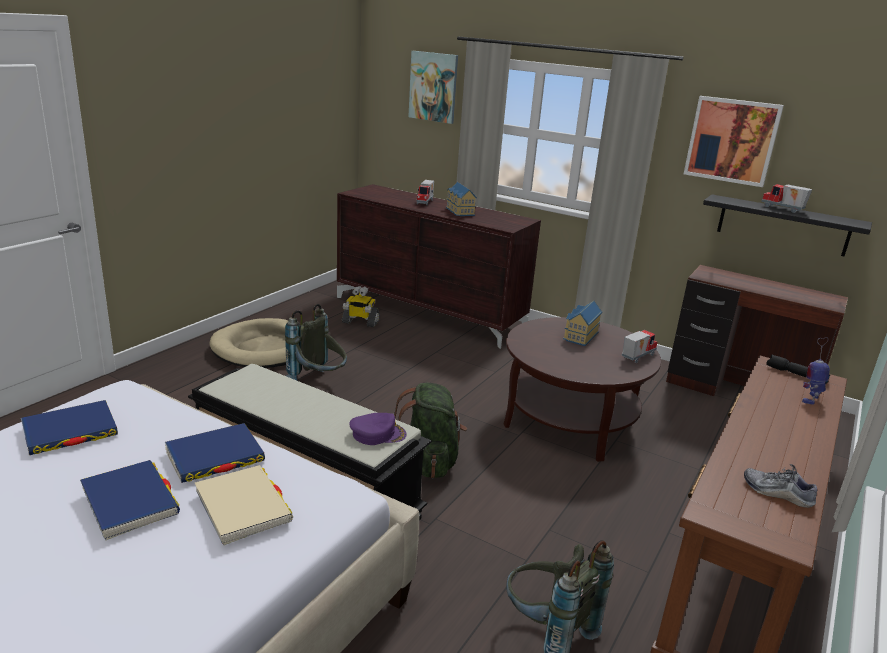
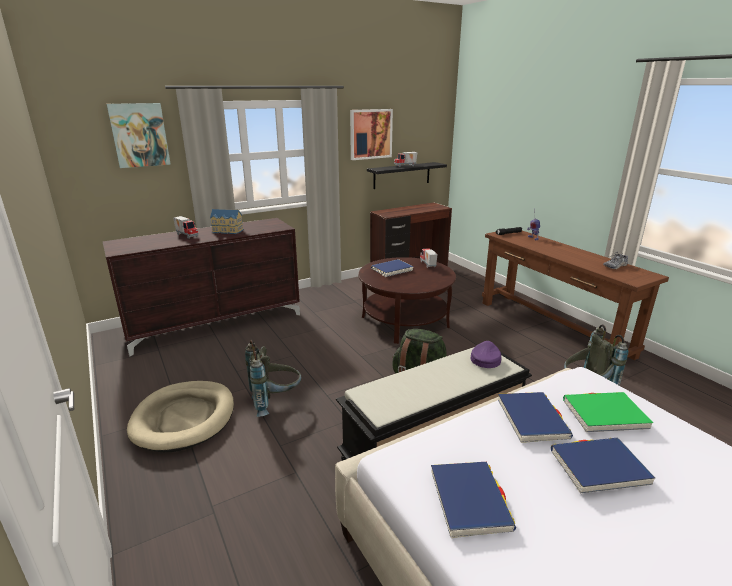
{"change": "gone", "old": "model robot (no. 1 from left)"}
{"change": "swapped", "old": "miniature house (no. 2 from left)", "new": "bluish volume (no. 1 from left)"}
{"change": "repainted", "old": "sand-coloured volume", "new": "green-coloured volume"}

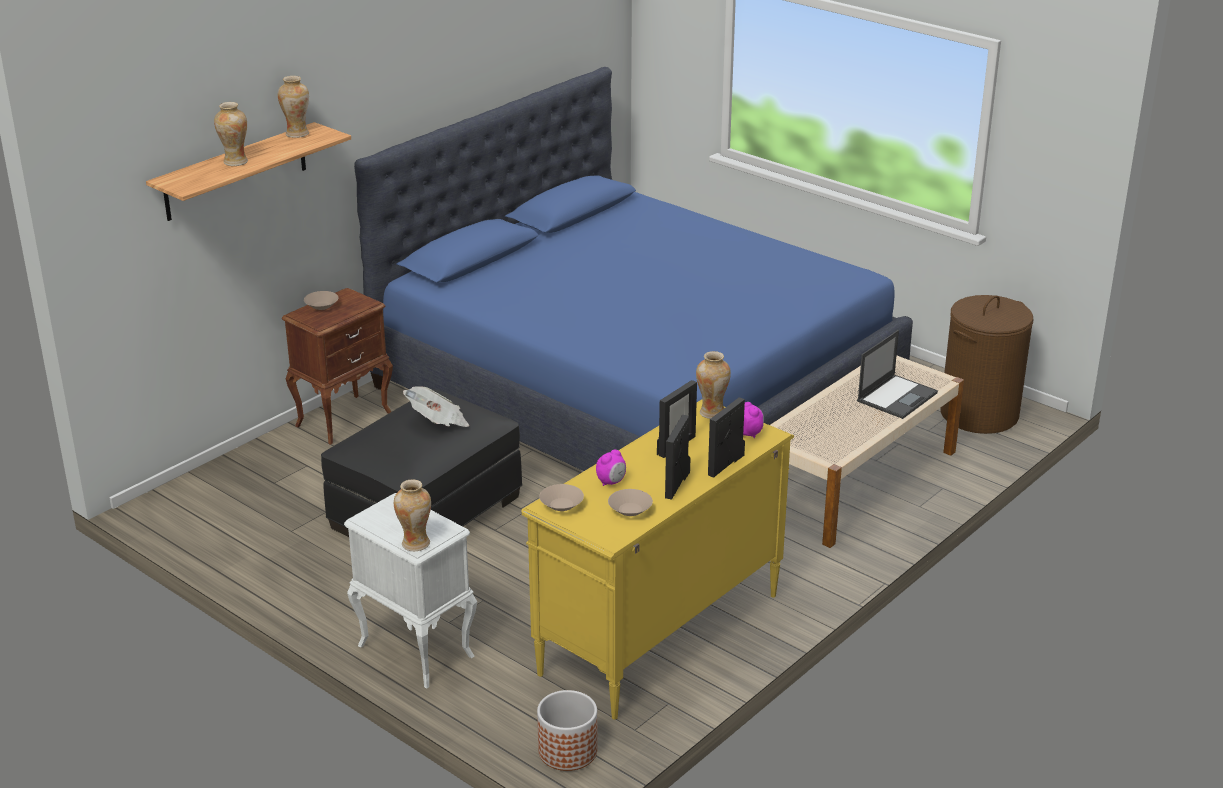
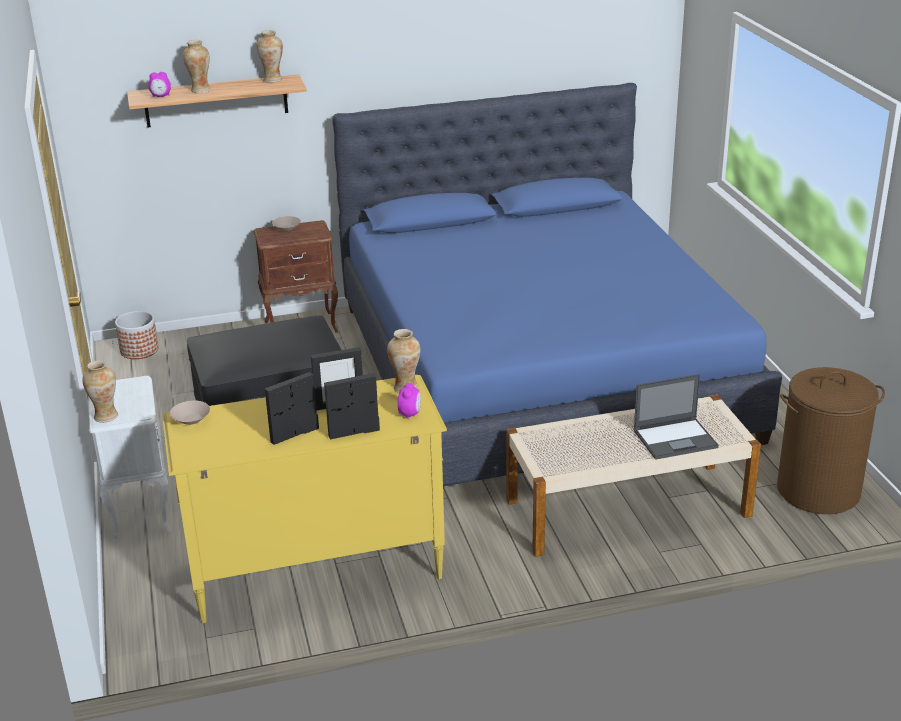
{"change": "gone", "old": "printed paper"}
{"change": "gone", "old": "sand-coloured bowl (no. 3 from left)"}
{"change": "shifted", "old": "planter"}
{"change": "shifted", "old": "alarm clock (no. 1 from left)"}

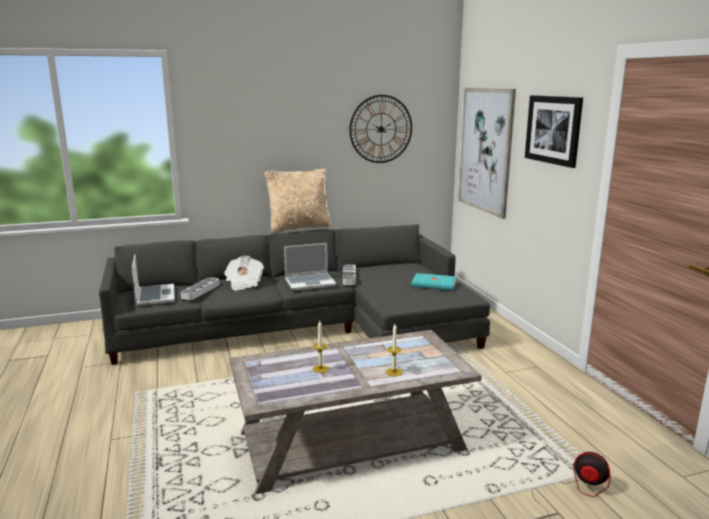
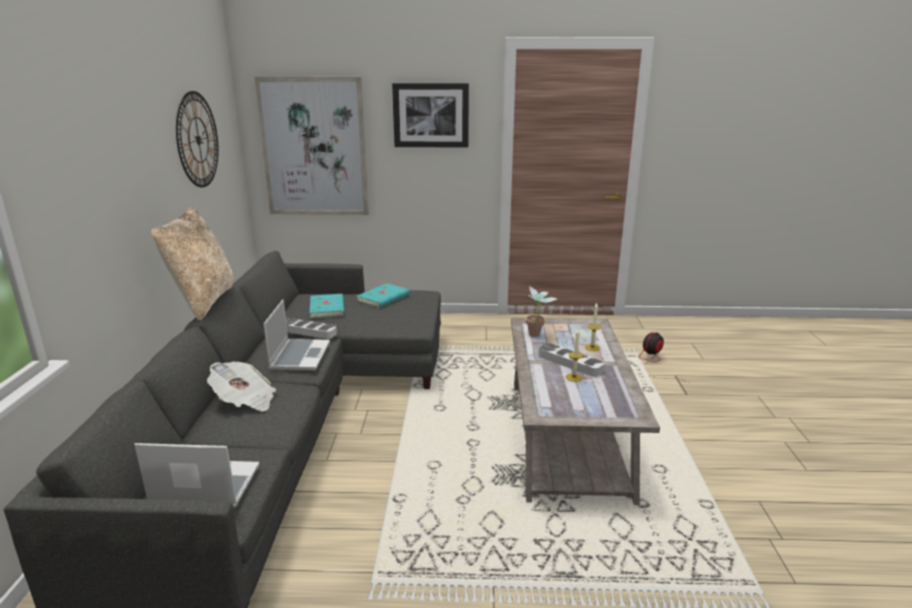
{"change": "new", "new": "turquoise volume (no. 1 from left)"}
{"change": "new", "new": "plant in a pot"}
{"change": "shifted", "old": "grey tray (no. 1 from left in the first image)", "new": "grey tray (no. 2 from left)"}

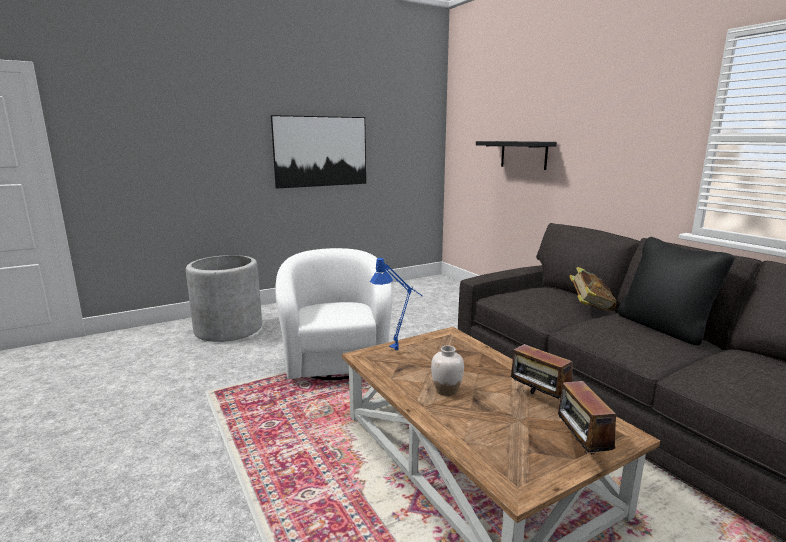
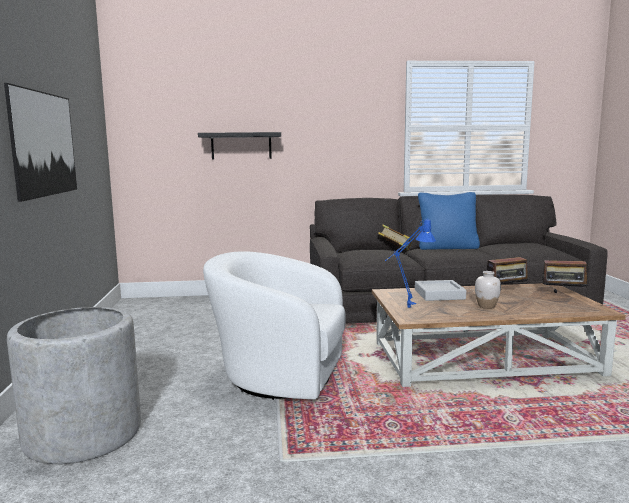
{"change": "new", "new": "grey tray"}
{"change": "repainted", "old": "blackish pillow", "new": "bluish pillow"}

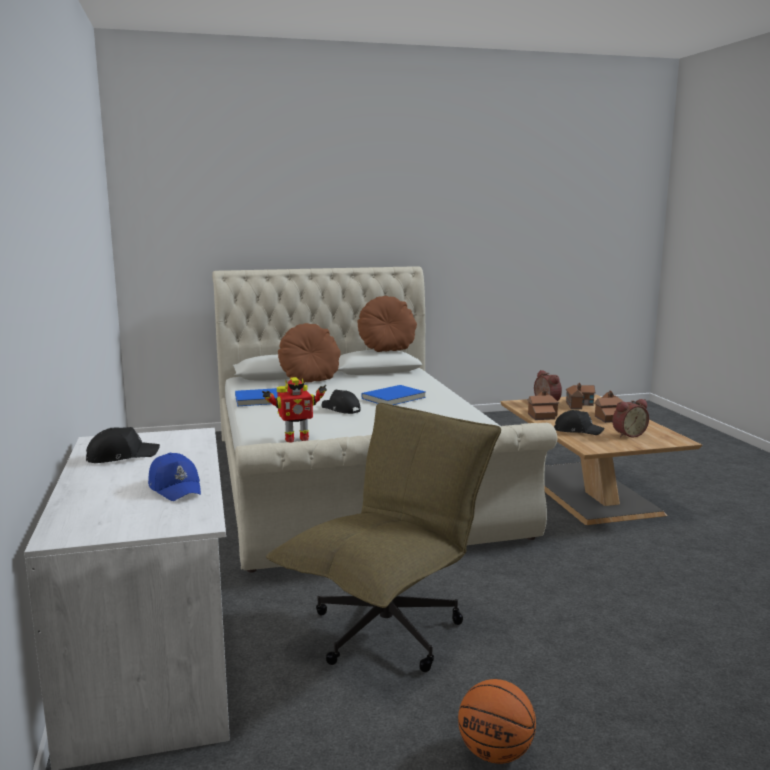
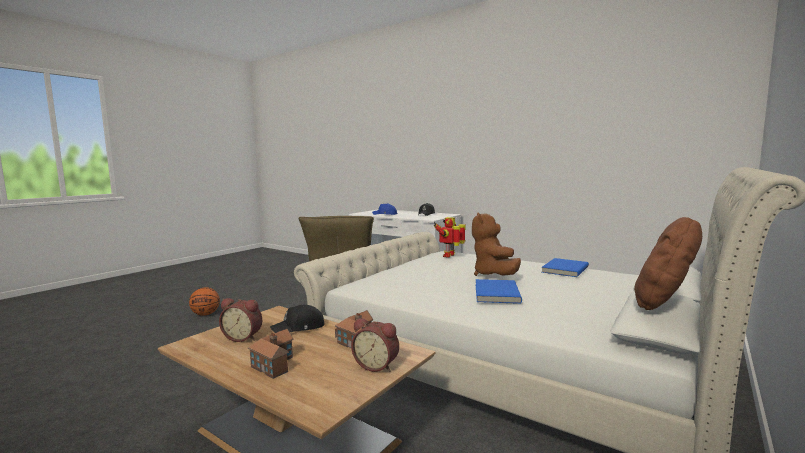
{"change": "gone", "old": "brown-coloured pillow (no. 1 from left)"}
{"change": "gone", "old": "miniature house (no. 2 from left)"}
{"change": "shifted", "old": "basketball"}
{"change": "swapped", "old": "blackish cap (no. 2 from left)", "new": "brown-coloured cuddly toy"}
{"change": "rotated", "old": "alarm clock (no. 2 from left in the first image)", "degrees": -105}

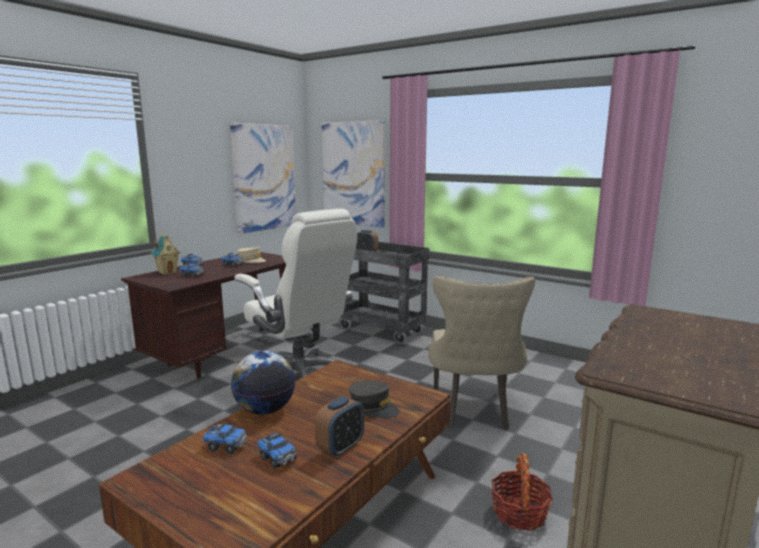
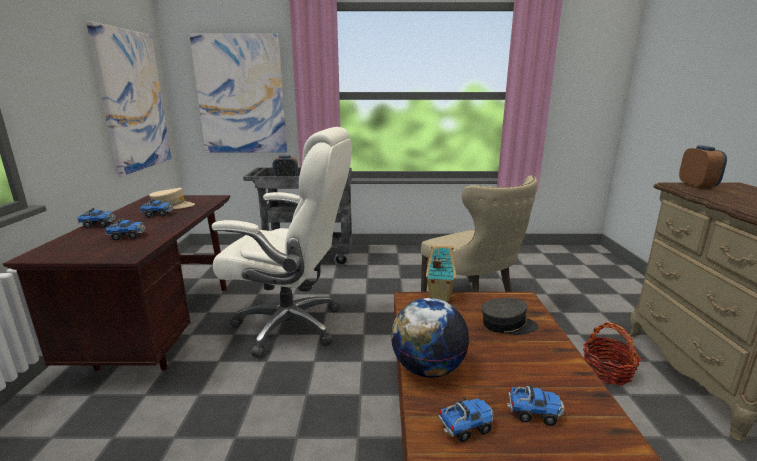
{"change": "shifted", "old": "miniature house"}
{"change": "shifted", "old": "alarm clock (no. 1 from left in the first image)", "new": "alarm clock (no. 2 from left)"}

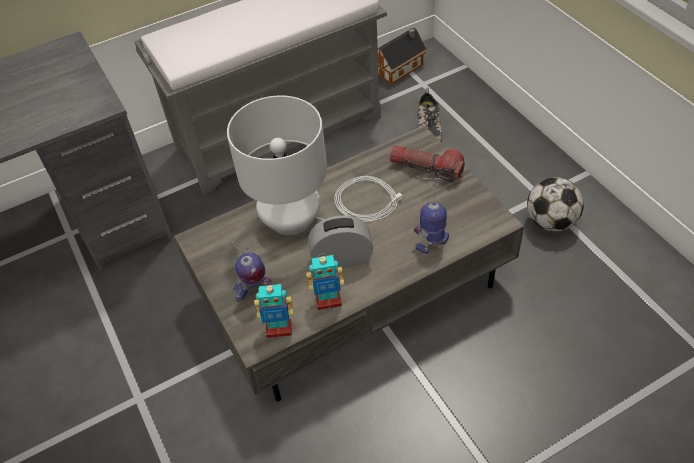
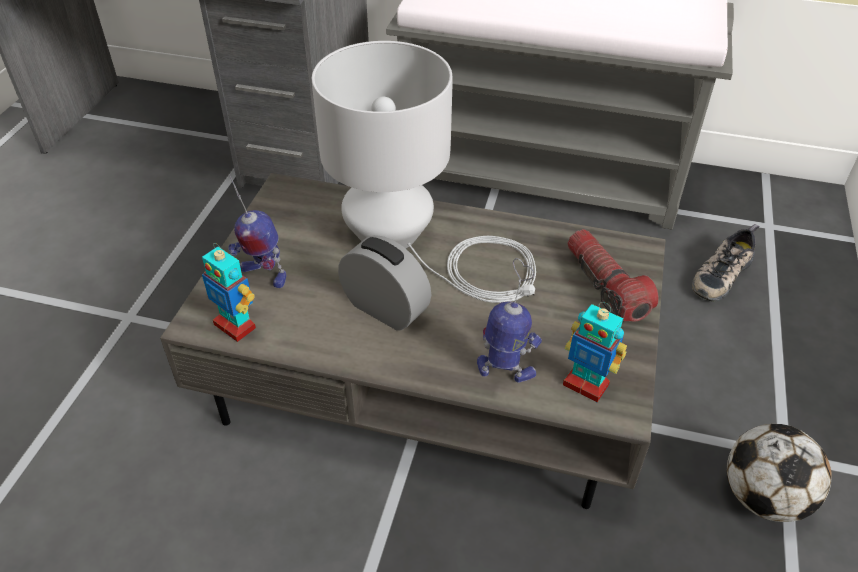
{"change": "gone", "old": "miniature house"}
{"change": "shifted", "old": "model robot (no. 3 from left in the first image)", "new": "model robot (no. 4 from left)"}

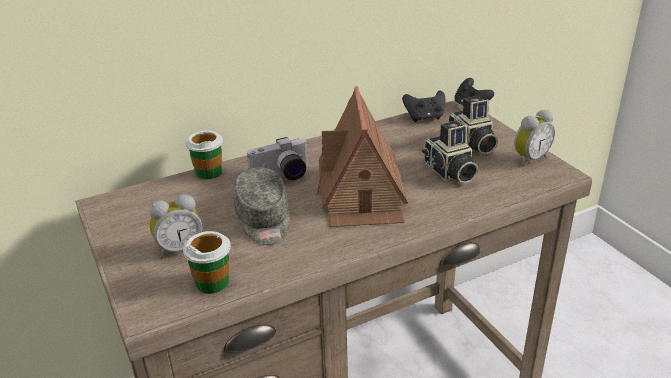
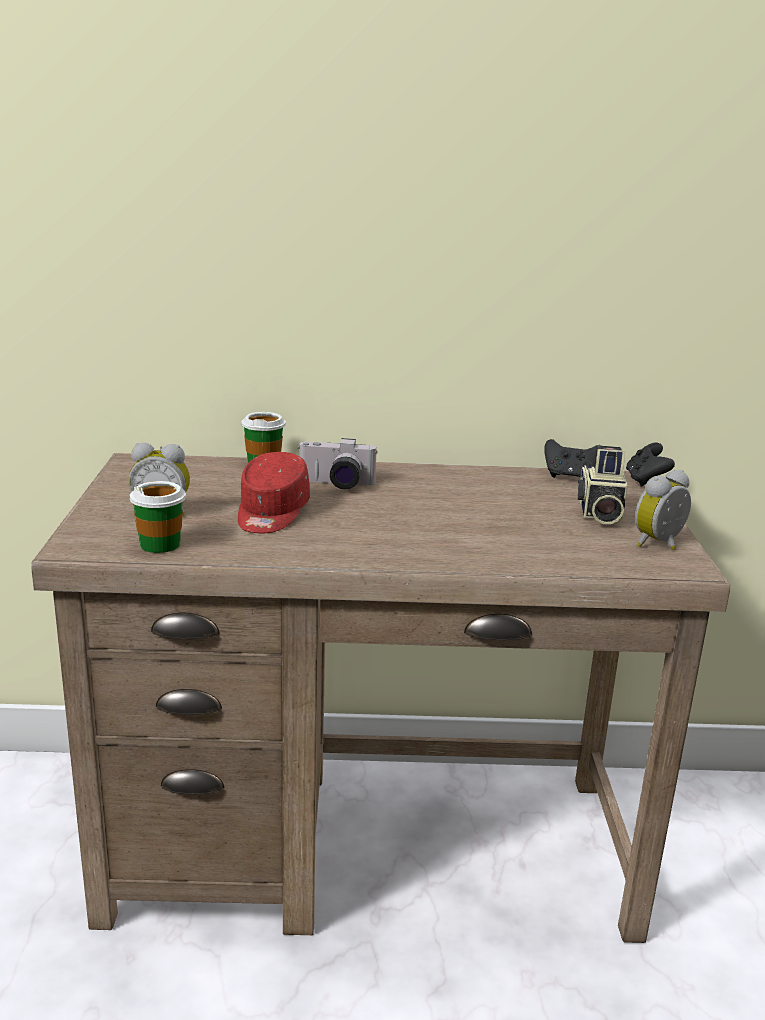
{"change": "gone", "old": "miniature house"}
{"change": "gone", "old": "photo camera (no. 2 from left)"}
{"change": "repainted", "old": "grey cap", "new": "red cap"}
{"change": "rotated", "old": "alarm clock (no. 2 from left)", "degrees": 150}

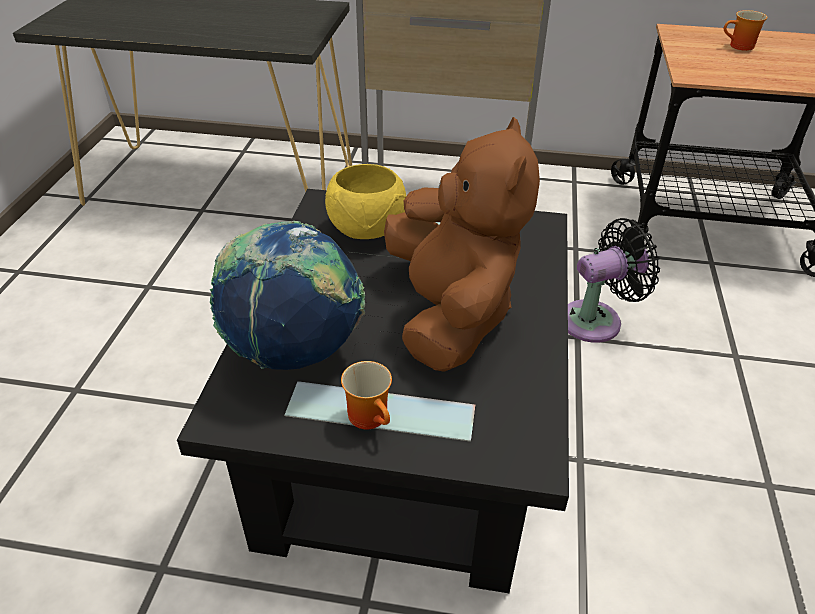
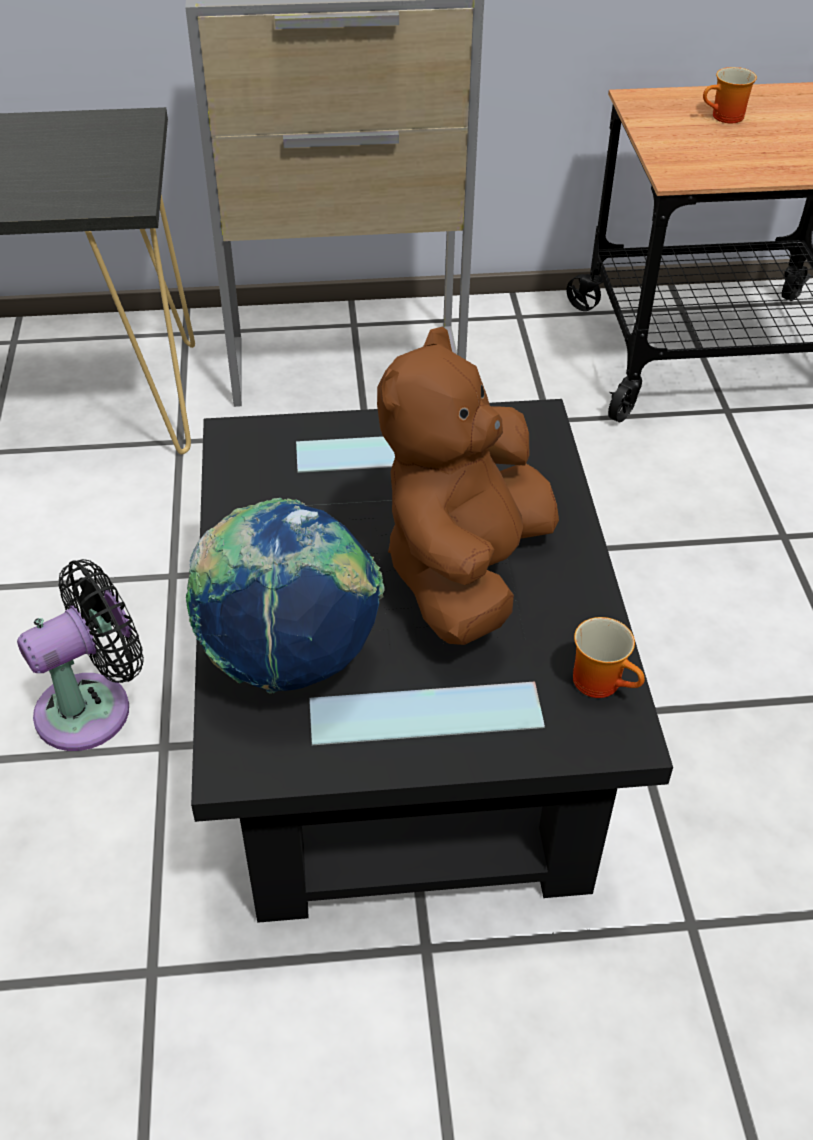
{"change": "gone", "old": "yellowish bowl"}
{"change": "shifted", "old": "coffee mug (no. 1 from left)"}
{"change": "shifted", "old": "blackish cooling fan"}
{"change": "rotated", "old": "brown-coloured cuddly toy", "degrees": -135}

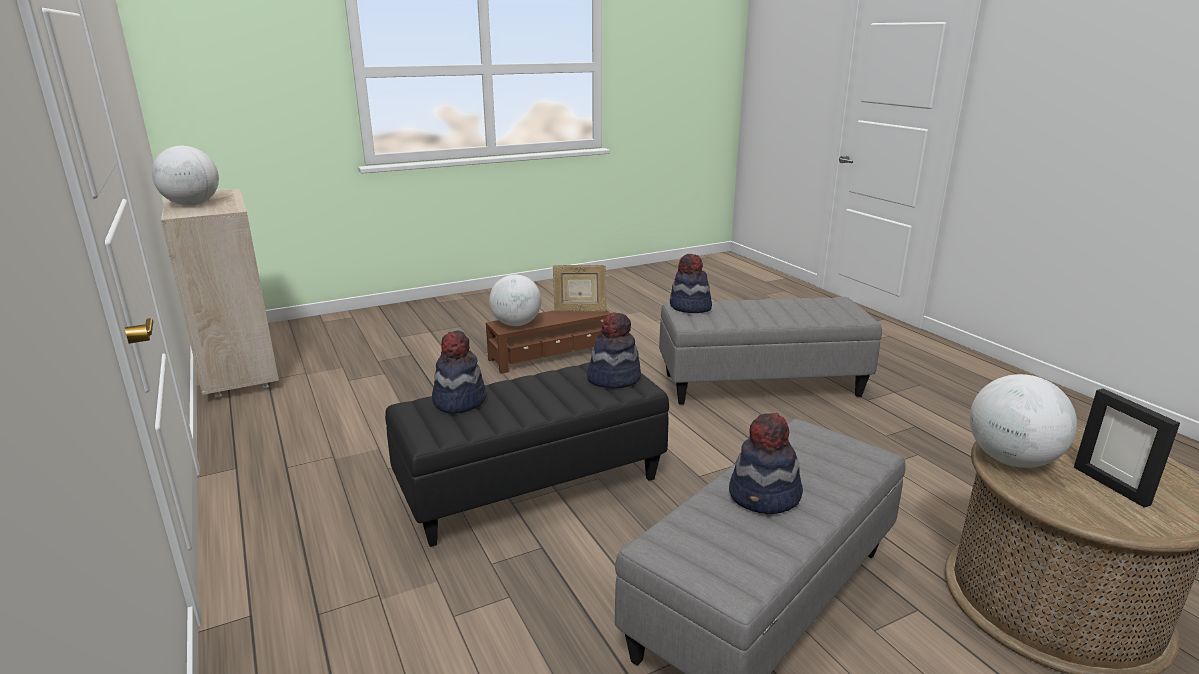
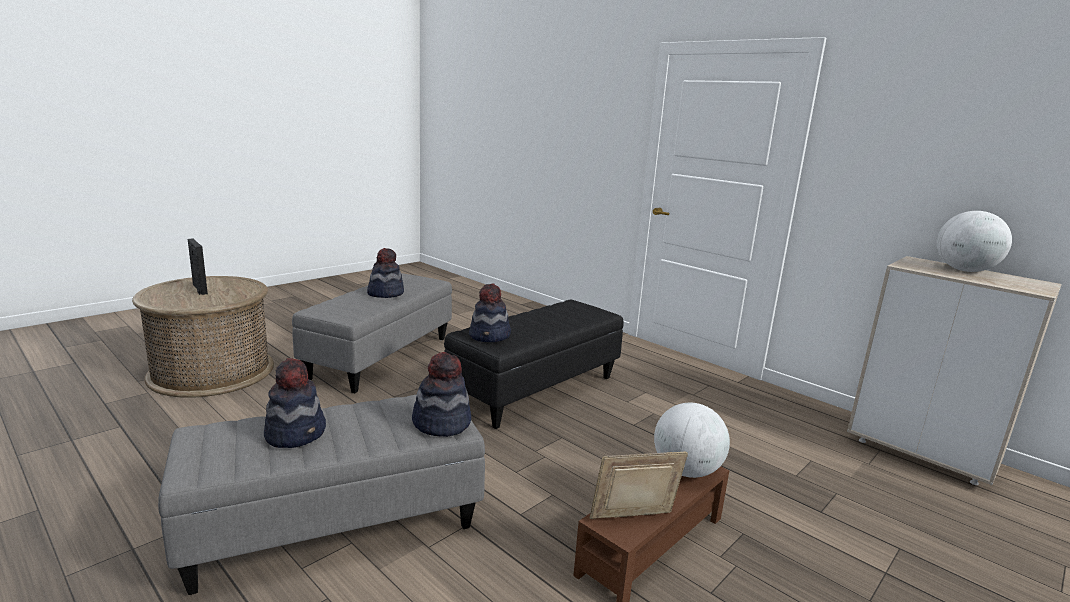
{"change": "gone", "old": "world globe (no. 3 from left)"}
{"change": "shifted", "old": "wearable hat (no. 1 from left)"}

